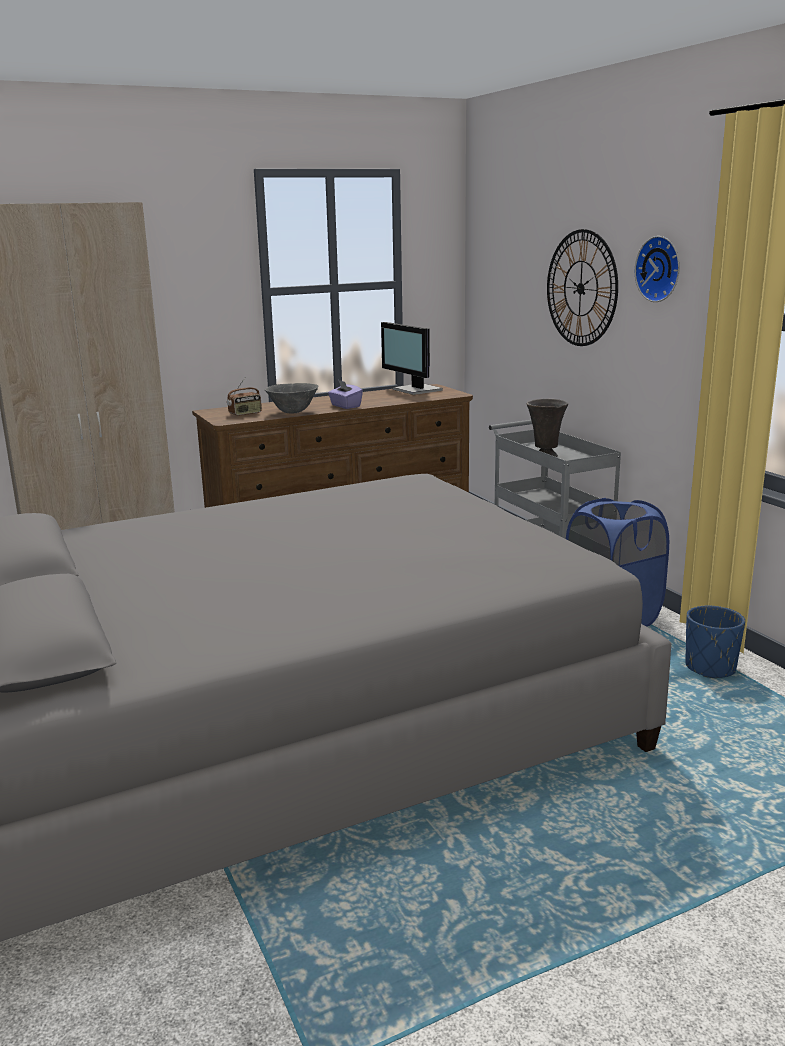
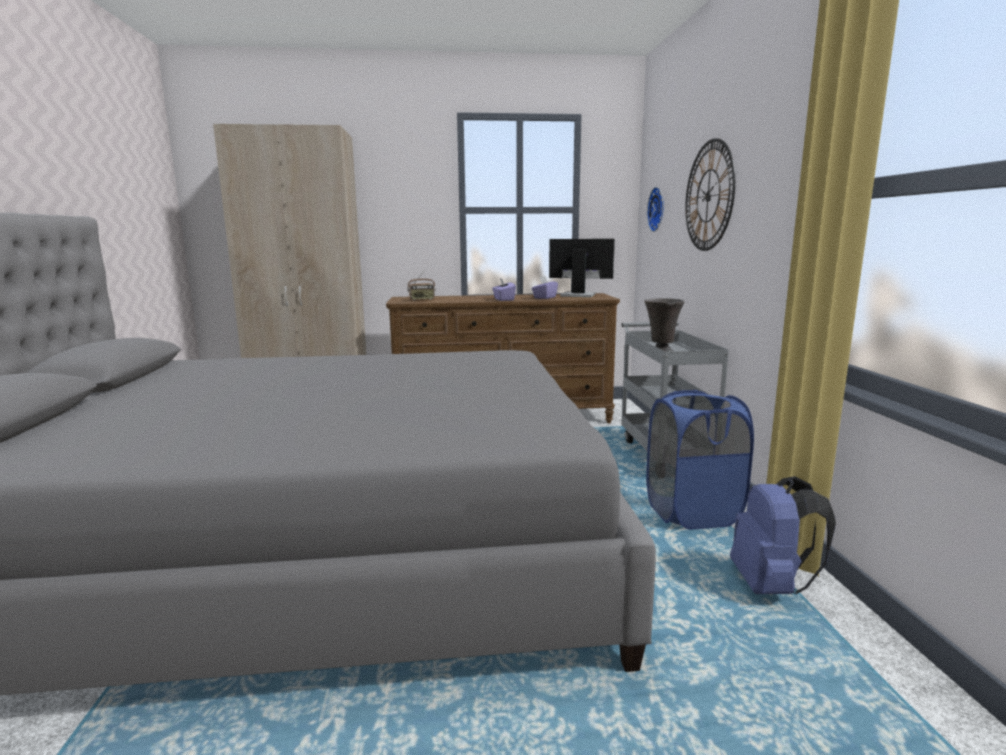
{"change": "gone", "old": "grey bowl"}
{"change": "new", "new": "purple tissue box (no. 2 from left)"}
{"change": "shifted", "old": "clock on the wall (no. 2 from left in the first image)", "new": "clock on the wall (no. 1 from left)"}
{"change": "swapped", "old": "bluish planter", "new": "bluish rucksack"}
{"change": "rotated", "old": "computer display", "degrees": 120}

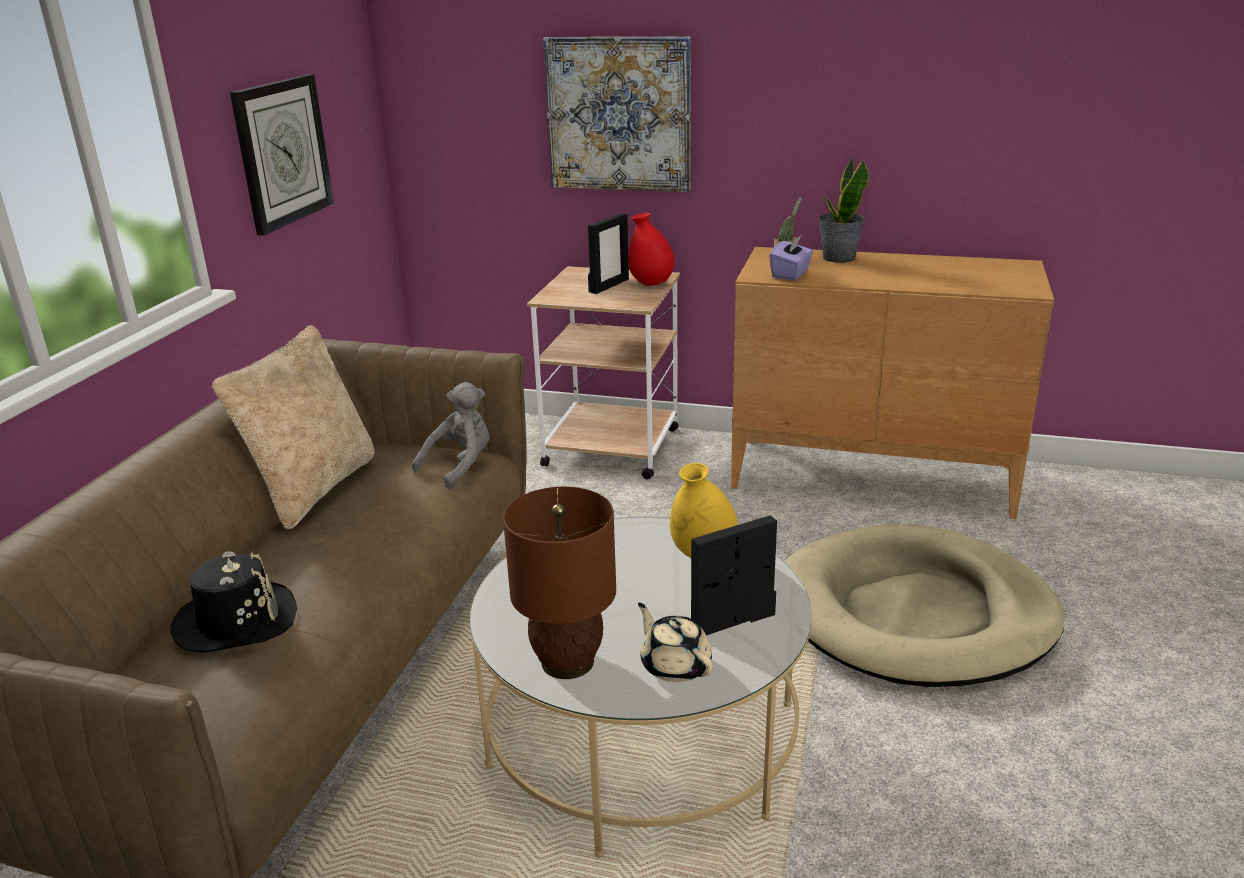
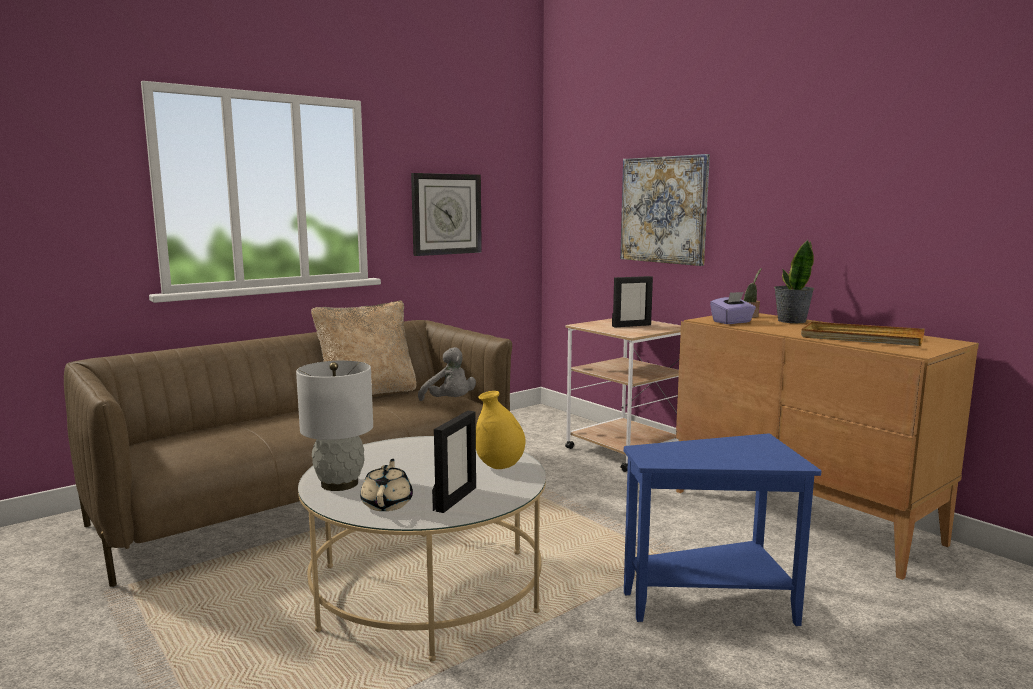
{"change": "gone", "old": "blackish wearable hat"}
{"change": "gone", "old": "red flower vase"}
{"change": "new", "new": "sand-coloured tray"}
{"change": "swapped", "old": "sand-coloured dog cushion", "new": "bluish accent table"}
{"change": "repainted", "old": "brown-coloured lamp for a table", "new": "white lamp for a table"}
{"change": "rotated", "old": "grey cuddly toy", "degrees": 60}
{"change": "rotated", "old": "picture frame (no. 2 from left in the first image)", "degrees": 105}

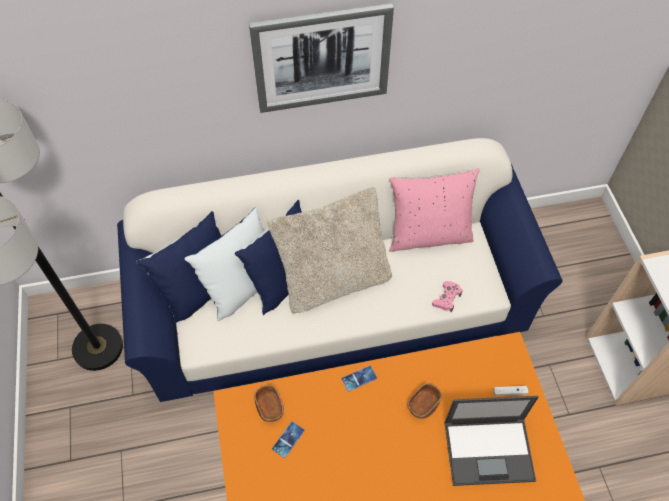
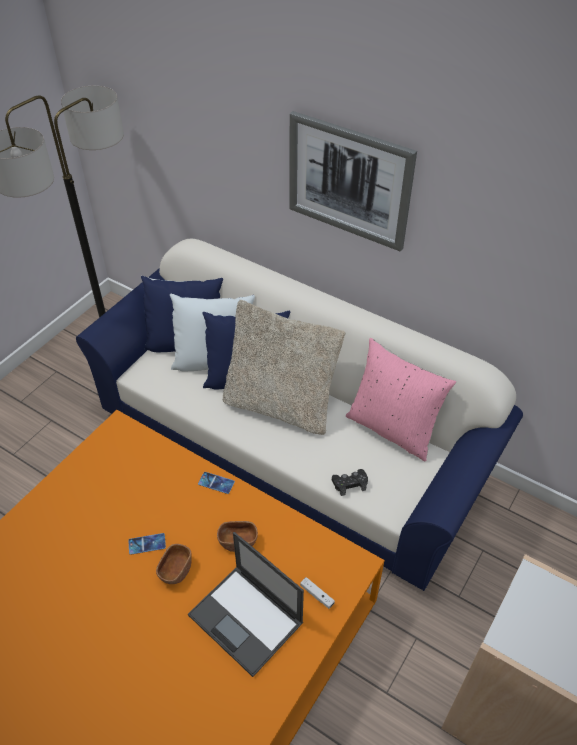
{"change": "shifted", "old": "brown-coloured bowl (no. 1 from left)"}
{"change": "shifted", "old": "phone (no. 1 from left)"}
{"change": "repainted", "old": "pink-coloured gamepad", "new": "blackish gamepad"}

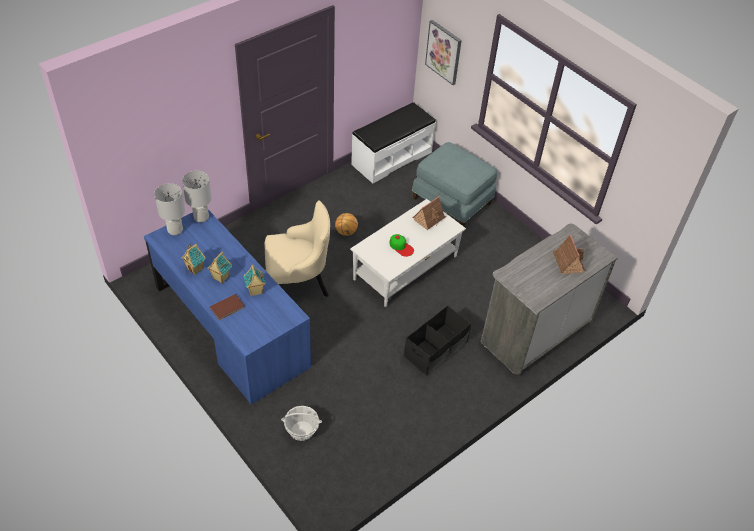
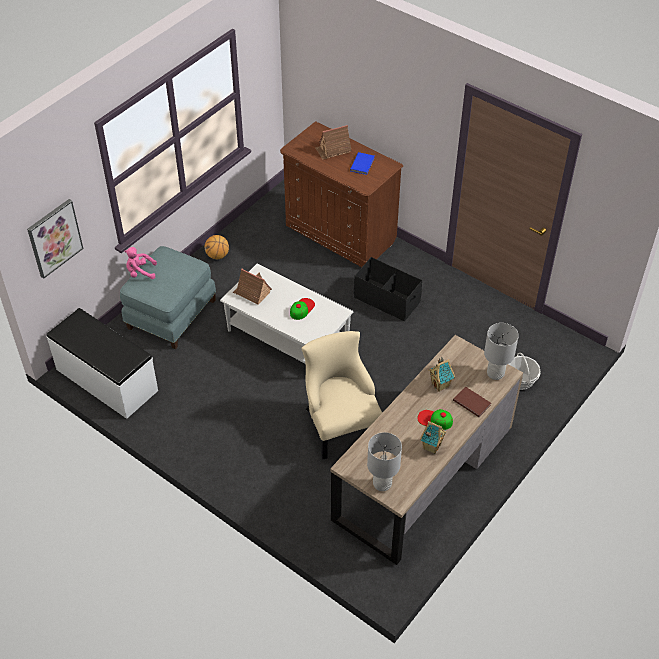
{"change": "new", "new": "pink-coloured cuddly toy"}
{"change": "new", "new": "bluish volume"}
{"change": "shifted", "old": "grey lamp for a table (no. 2 from left)"}
{"change": "shifted", "old": "basketball"}
{"change": "swapped", "old": "miniature house (no. 2 from left)", "new": "cap (no. 2 from left)"}
{"change": "repainted", "old": "bluish desk", "new": "brown-coloured desk"}
{"change": "repainted", "old": "grey chest of drawers", "new": "brown-coloured chest of drawers"}

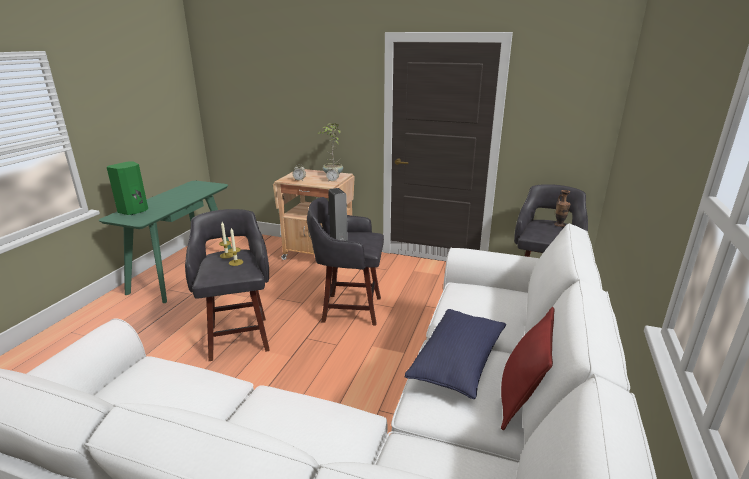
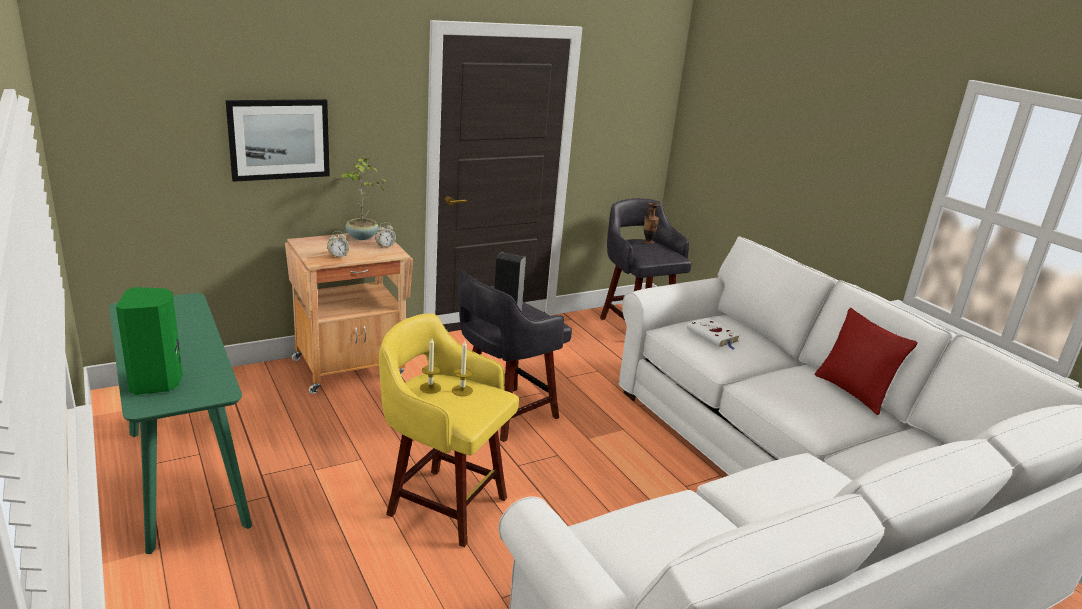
{"change": "gone", "old": "bluish pillow"}
{"change": "new", "new": "wall art"}
{"change": "new", "new": "white volume"}
{"change": "repainted", "old": "grey stool seat (no. 1 from left)", "new": "yellowish stool seat"}

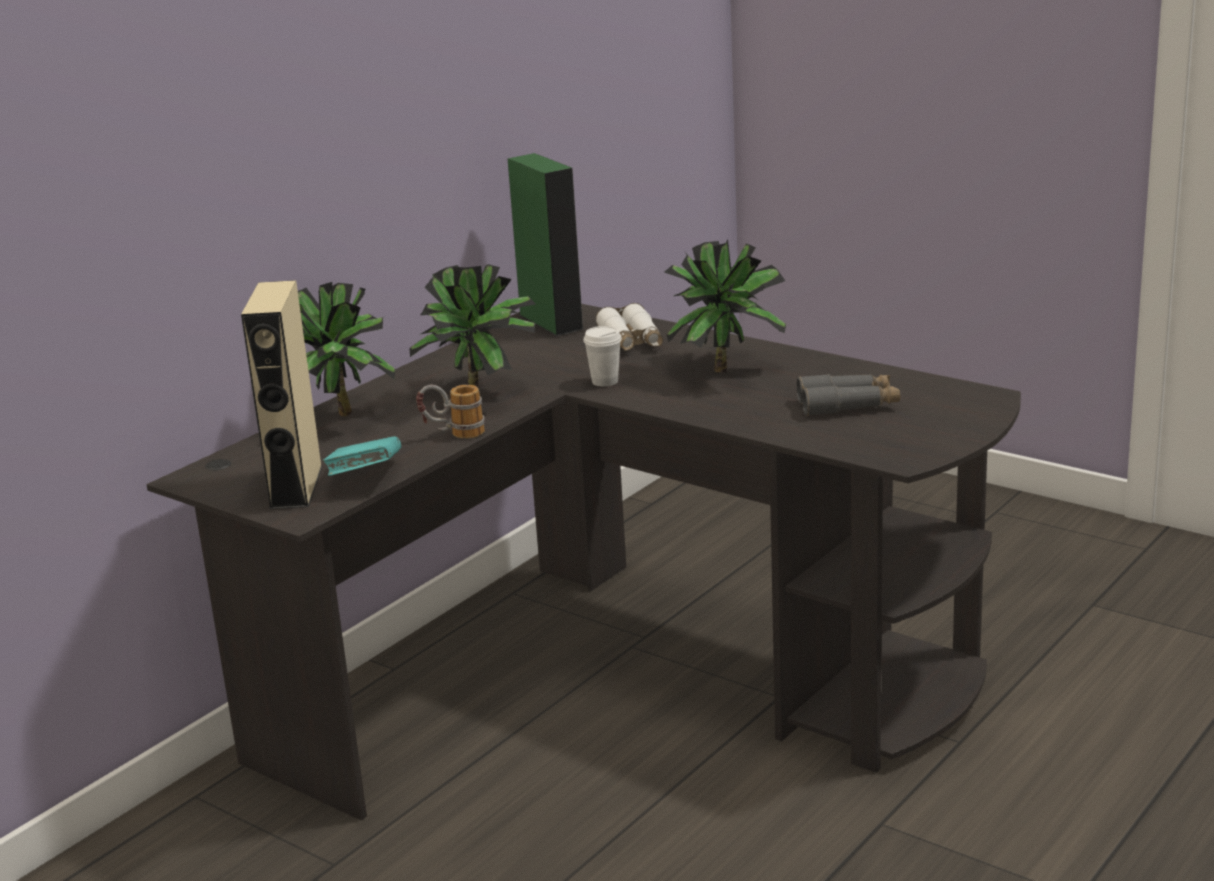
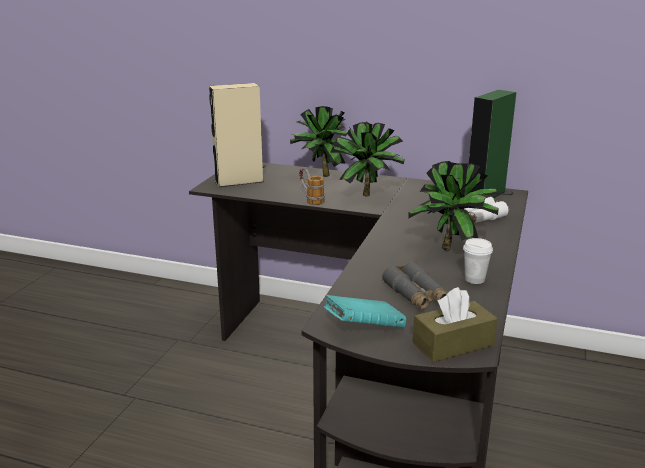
{"change": "new", "new": "brown-coloured tissue box"}
{"change": "shifted", "old": "turquoise volume"}
{"change": "shifted", "old": "white drinking cup"}

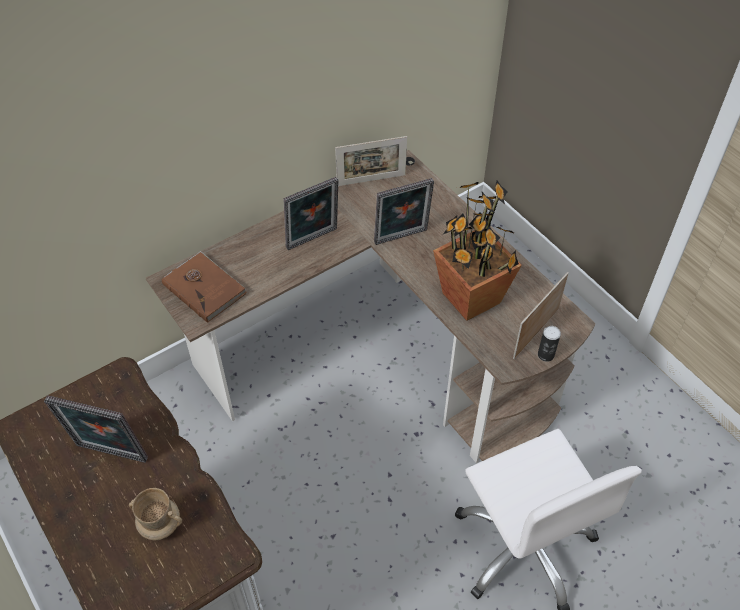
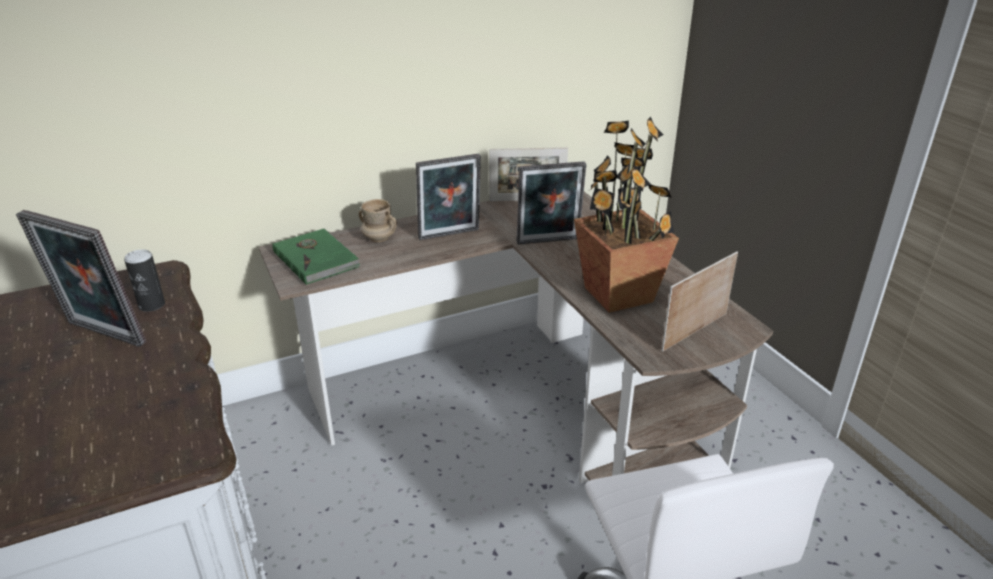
{"change": "shifted", "old": "sand-coloured coffee mug"}
{"change": "shifted", "old": "can"}
{"change": "repainted", "old": "brown-coloured volume", "new": "green-coloured volume"}

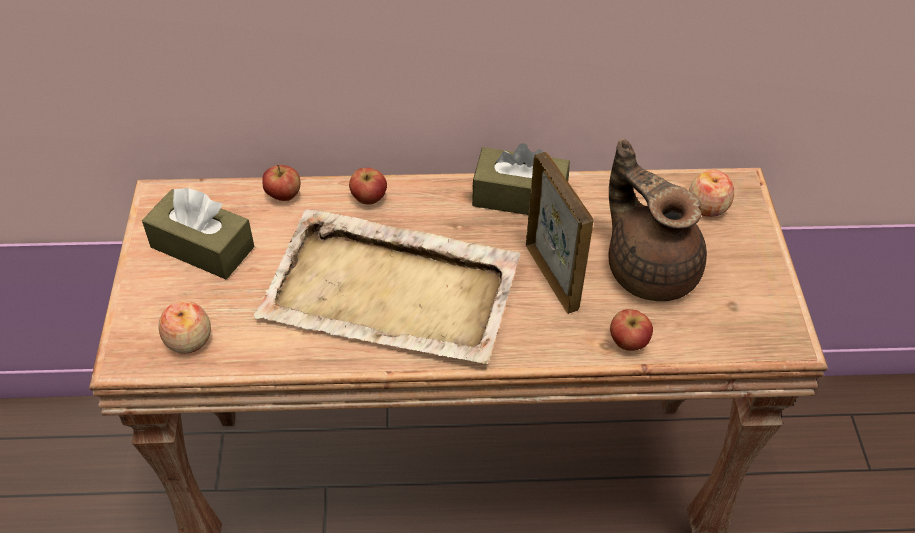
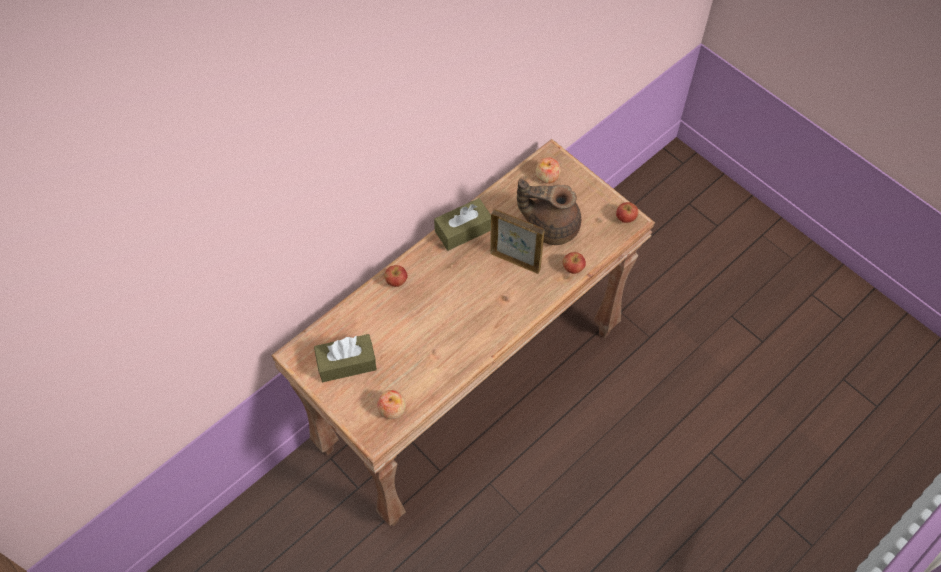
{"change": "gone", "old": "sand-coloured tray"}
{"change": "shifted", "old": "whole apple (no. 2 from left in the first image)", "new": "whole apple (no. 5 from left)"}

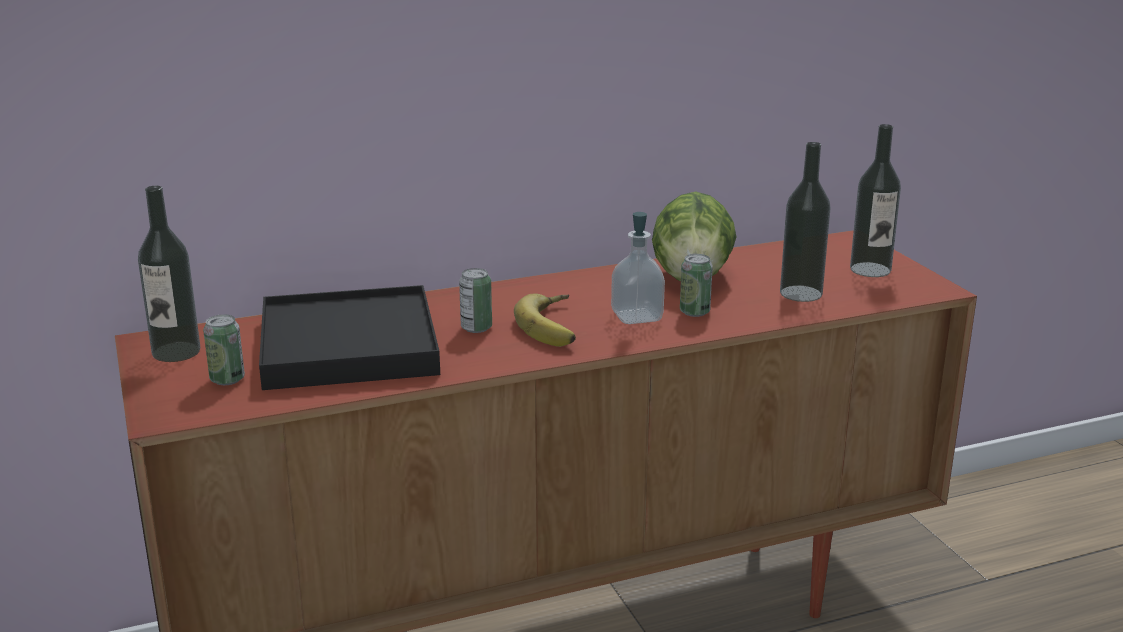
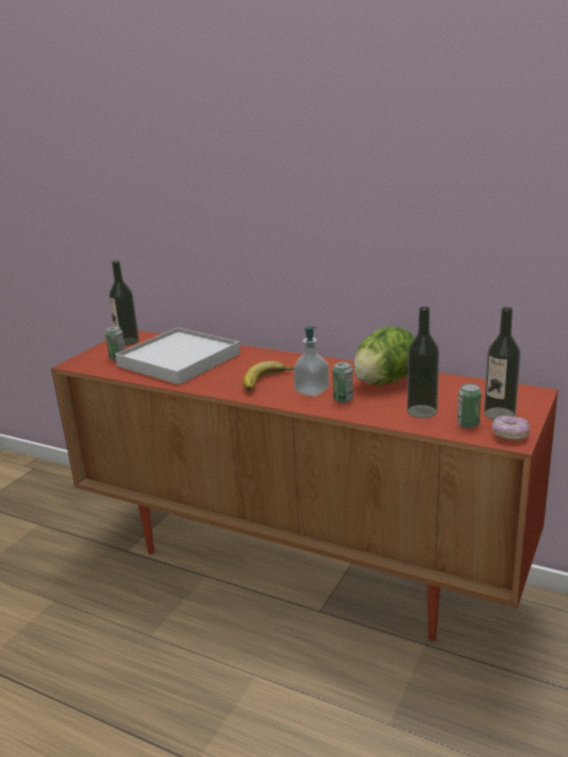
{"change": "new", "new": "ring doughnut"}
{"change": "shifted", "old": "can (no. 2 from left in the first image)", "new": "can (no. 3 from left)"}
{"change": "repainted", "old": "blackish tray", "new": "white tray"}

